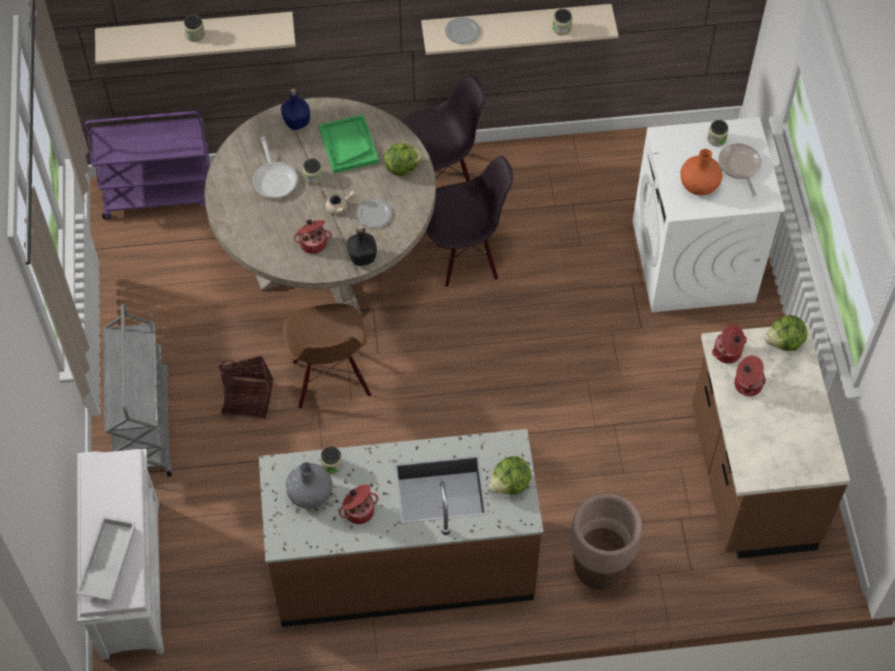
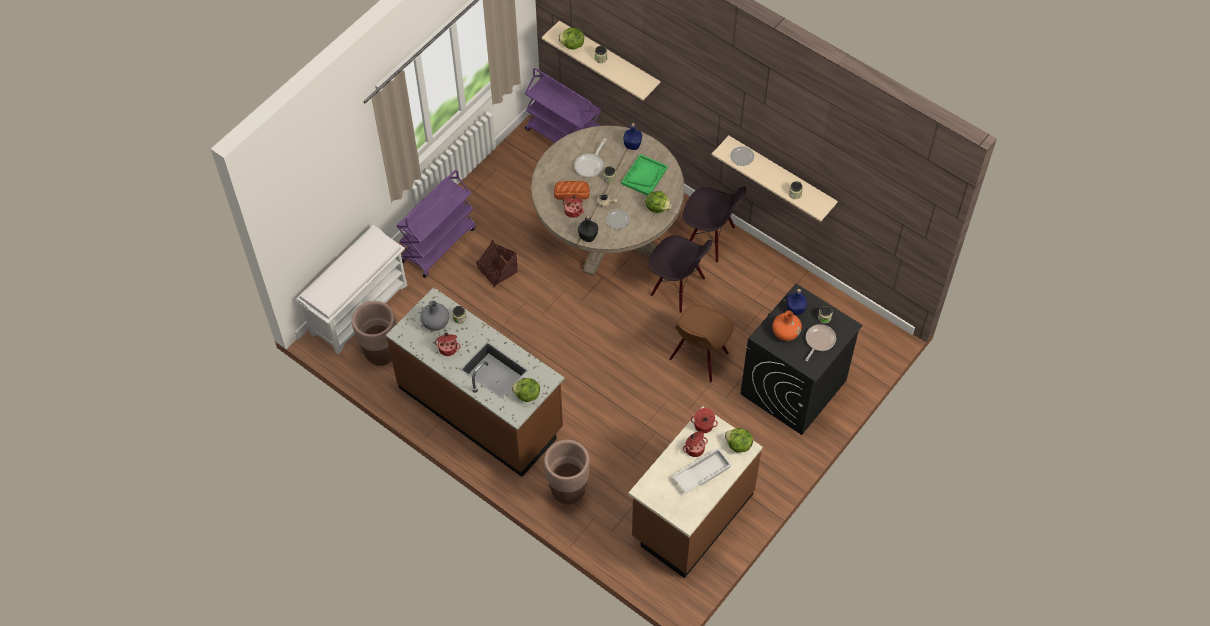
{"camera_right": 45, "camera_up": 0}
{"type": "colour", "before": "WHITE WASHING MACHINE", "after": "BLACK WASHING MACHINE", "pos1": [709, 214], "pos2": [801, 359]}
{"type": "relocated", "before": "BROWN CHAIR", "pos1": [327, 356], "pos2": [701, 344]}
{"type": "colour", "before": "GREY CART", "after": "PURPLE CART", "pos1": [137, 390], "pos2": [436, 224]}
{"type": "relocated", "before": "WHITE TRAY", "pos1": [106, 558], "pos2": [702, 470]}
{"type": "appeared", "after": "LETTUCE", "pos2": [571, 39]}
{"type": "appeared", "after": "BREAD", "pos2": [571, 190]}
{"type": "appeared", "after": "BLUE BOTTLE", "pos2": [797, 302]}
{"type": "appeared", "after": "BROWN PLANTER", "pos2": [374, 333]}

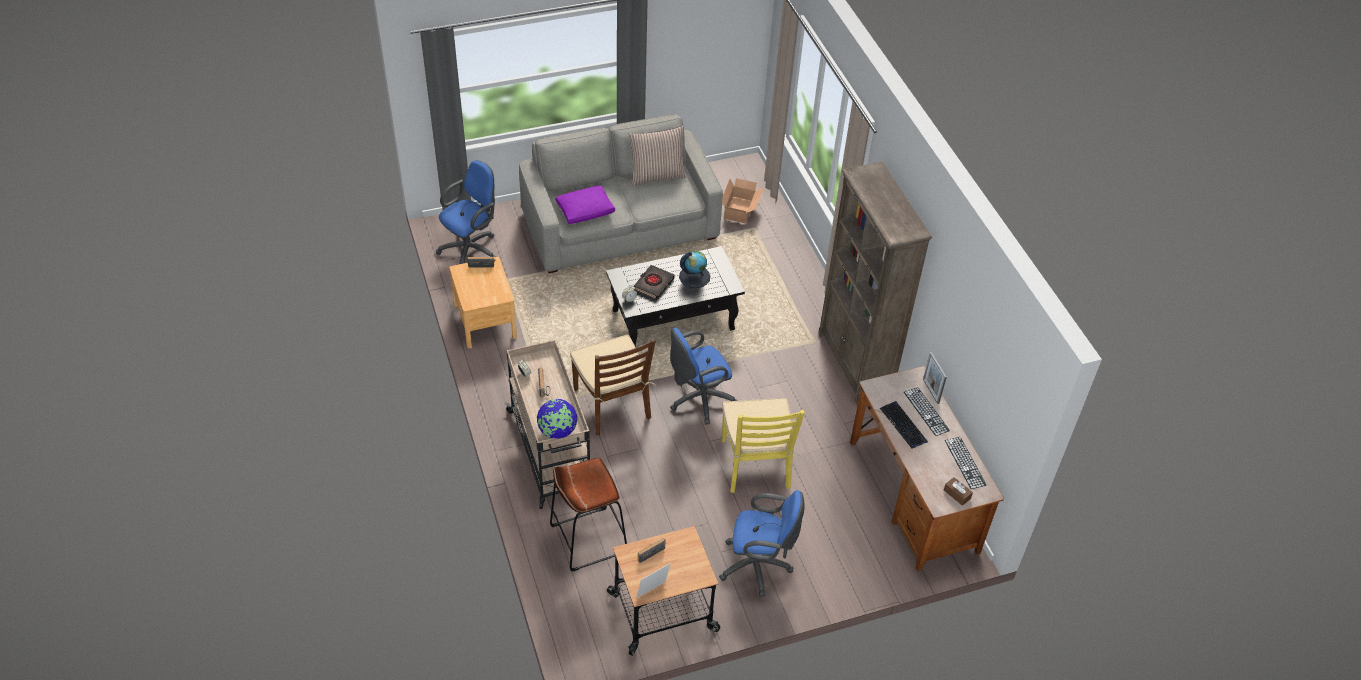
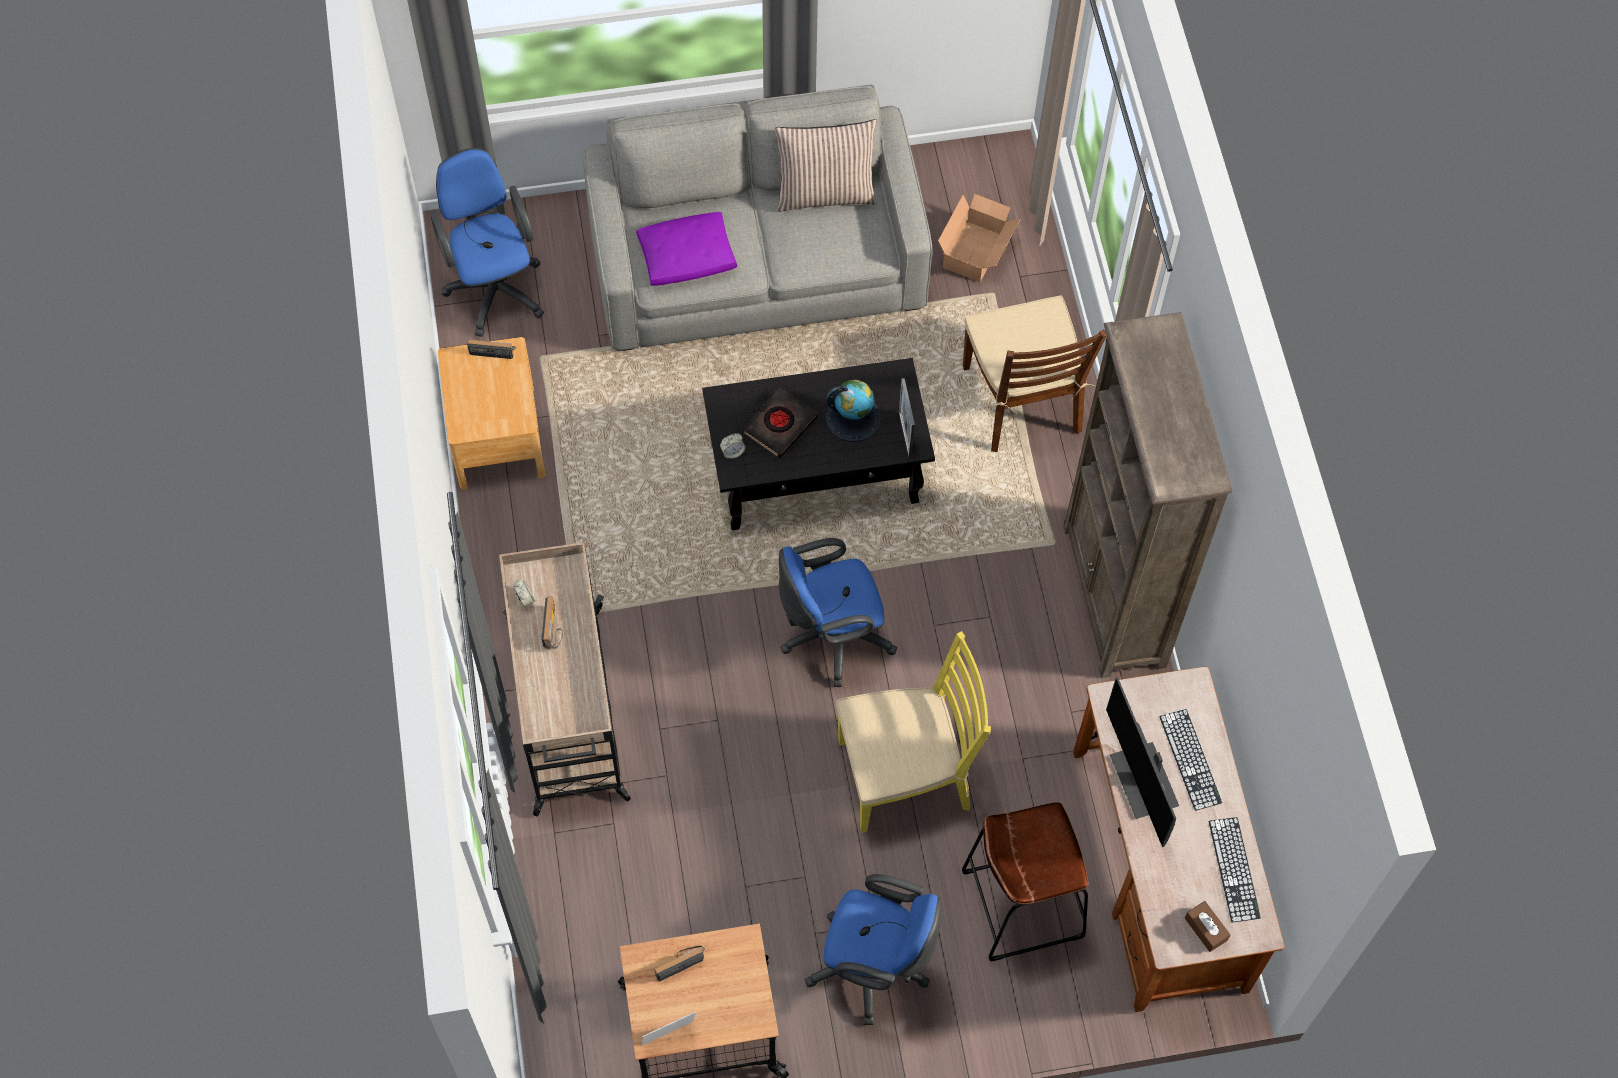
{"camera_right": 10, "camera_up": 15}
{"type": "spun", "before": "BLUE OFFICE CHAIR", "pos1": [466, 212], "pos2": [487, 242], "turn": -75}
{"type": "relocated", "before": "BROWN CHAIR", "pos1": [613, 385], "pos2": [1035, 373]}
{"type": "relocated", "before": "PICTURE FRAME", "pos1": [935, 378], "pos2": [907, 418]}
{"type": "spun", "before": "YELLOW CHAIR", "pos1": [763, 445], "pos2": [913, 732], "turn": -105}
{"type": "missing", "before": "GLOBE", "pos1": [557, 419]}
{"type": "exchanged", "before": "KEYBOARD", "after": "MONITOR", "pos1": [904, 425], "pos2": [1142, 762]}
{"type": "relocated", "before": "BROWN STOOL", "pos1": [588, 514], "pos2": [1025, 882]}

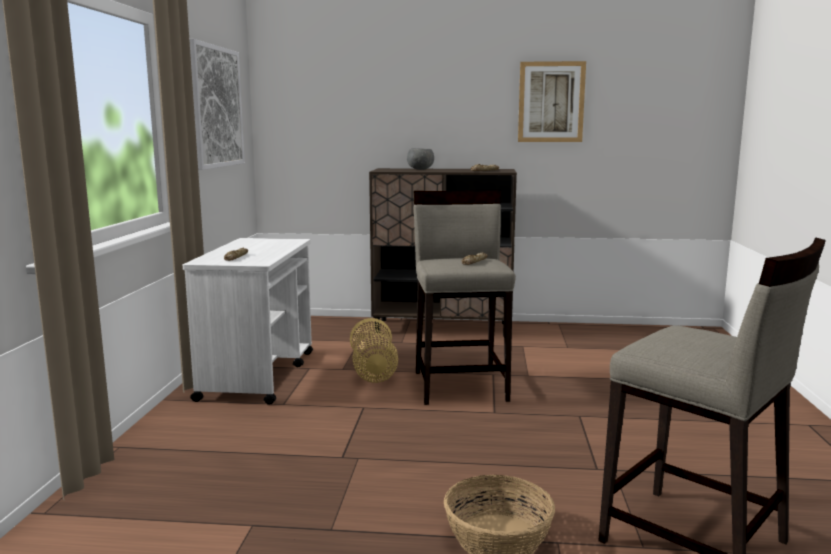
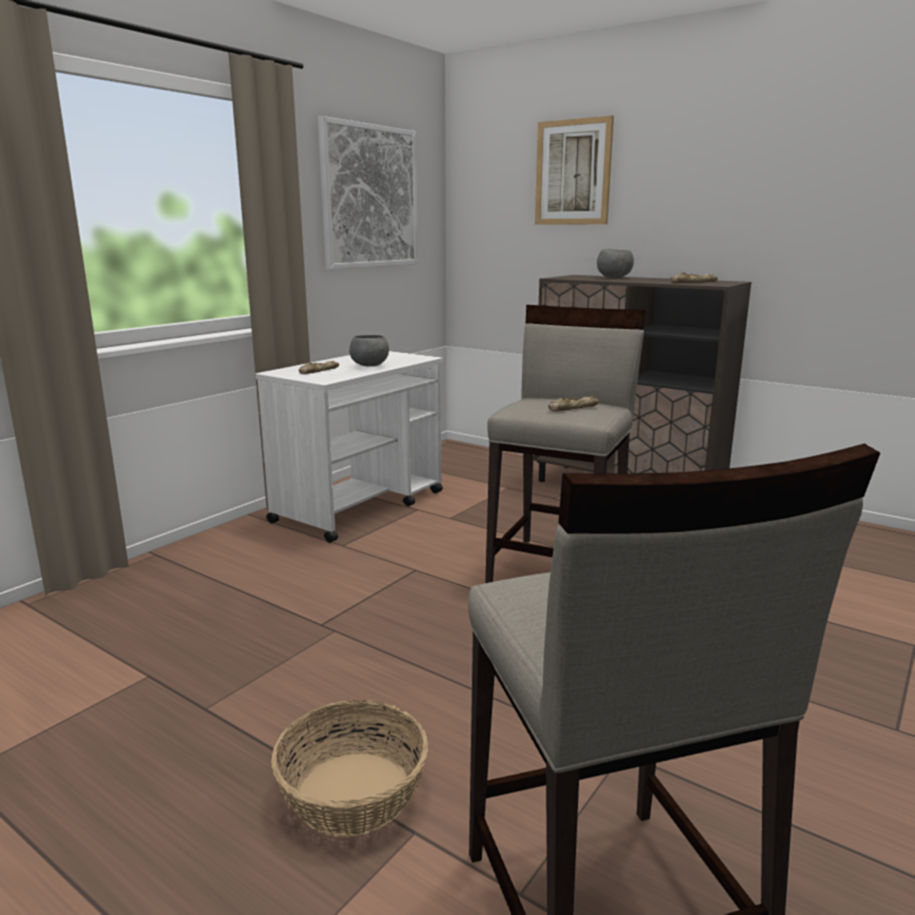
{"camera_right": 30, "camera_up": 5}
{"type": "relocated", "before": "PICTURE", "pos1": [552, 101], "pos2": [574, 170]}
{"type": "missing", "before": "BASKET", "pos1": [374, 350]}
{"type": "appeared", "after": "GREY BOWL", "pos2": [369, 351]}

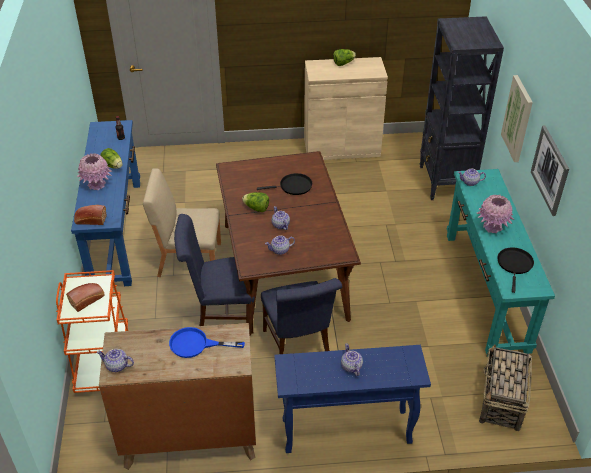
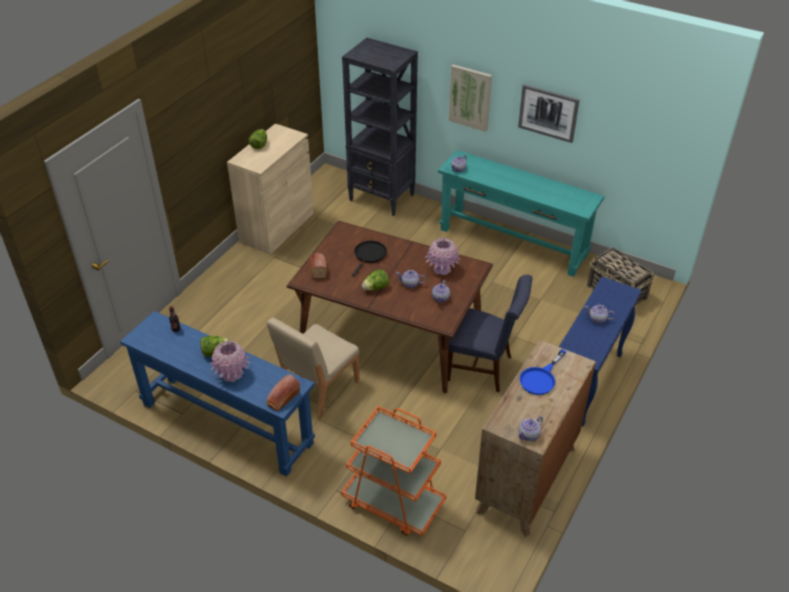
{"camera_right": -55, "camera_up": 0}
{"type": "relocated", "before": "PINK VASE", "pos1": [495, 214], "pos2": [443, 256]}
{"type": "missing", "before": "BLUE CHAIR", "pos1": [214, 274]}
{"type": "missing", "before": "BLACK FRYING PAN", "pos1": [515, 270]}
{"type": "relocated", "before": "BREAD", "pos1": [85, 297], "pos2": [318, 266]}

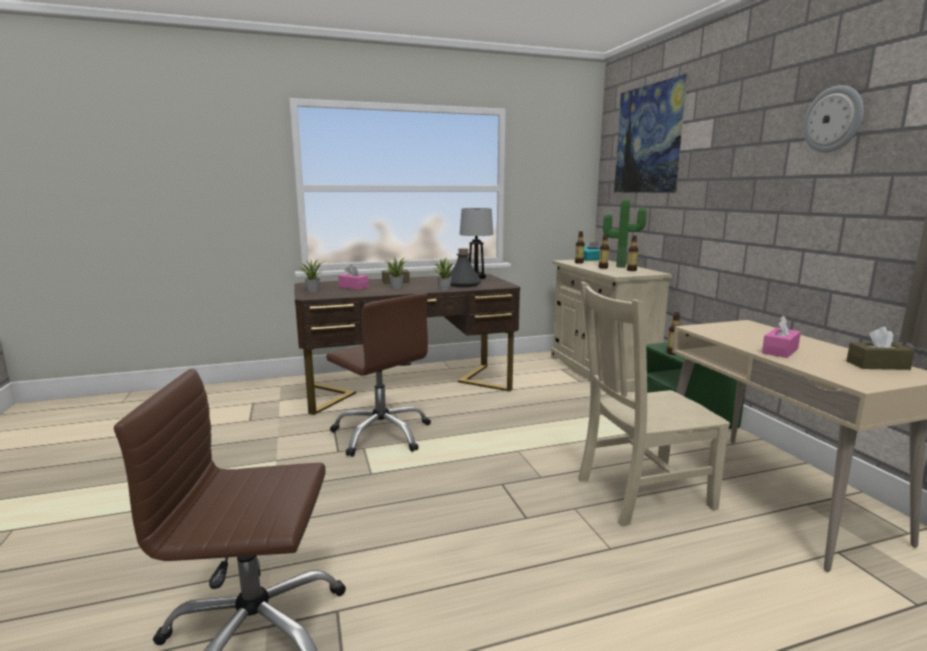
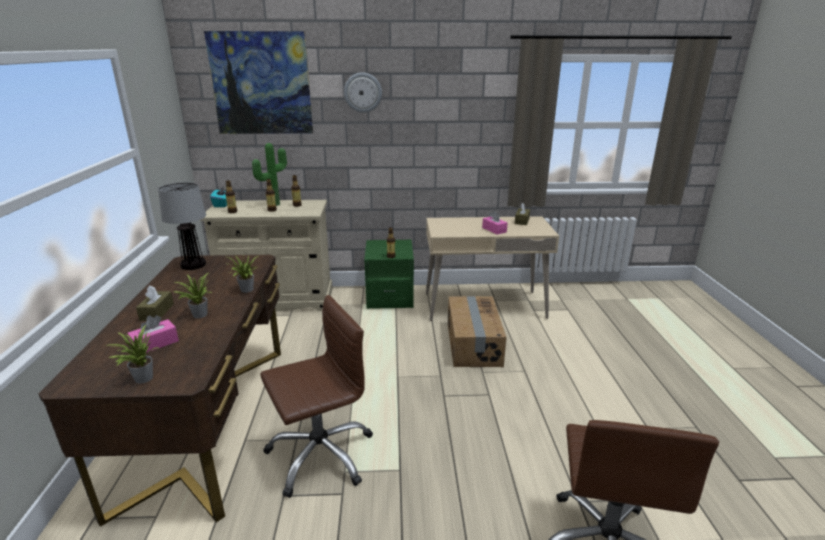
{"camera_right": -75, "camera_up": 10}
{"type": "relocated", "before": "WALL CLOCK", "pos1": [833, 119], "pos2": [363, 92]}
{"type": "missing", "before": "GREY BOTTLE", "pos1": [465, 267]}
{"type": "exchanged", "before": "BEIGE CHAIR", "after": "CARDBOARD BOX", "pos1": [654, 404], "pos2": [477, 331]}

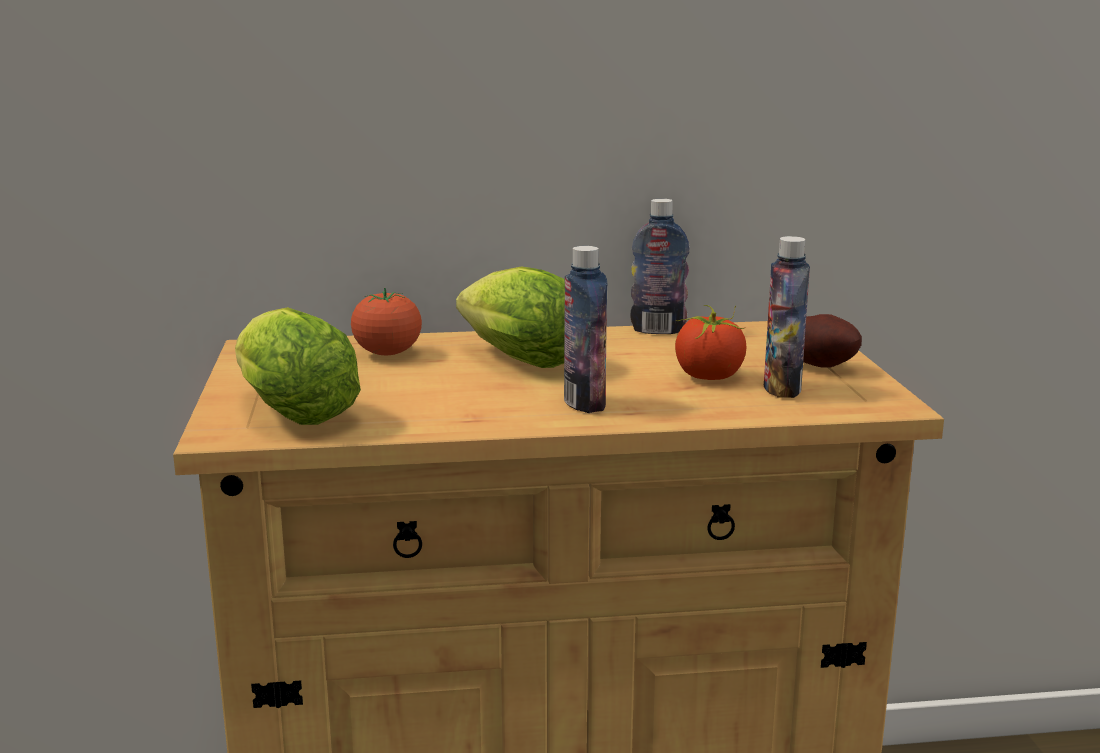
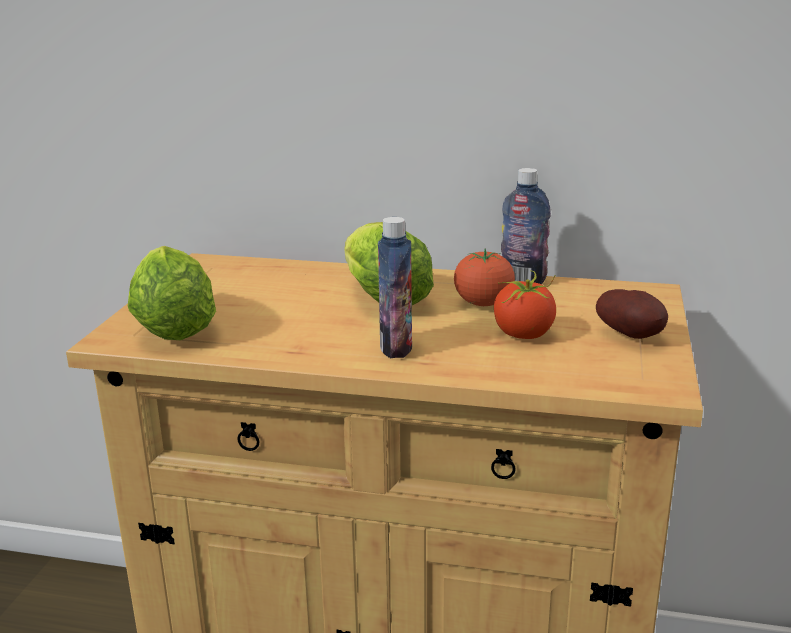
{"camera_right": 20, "camera_up": 5}
{"type": "missing", "before": "BOTTLE", "pos1": [787, 317]}
{"type": "relocated", "before": "TOMATO", "pos1": [386, 321], "pos2": [484, 277]}

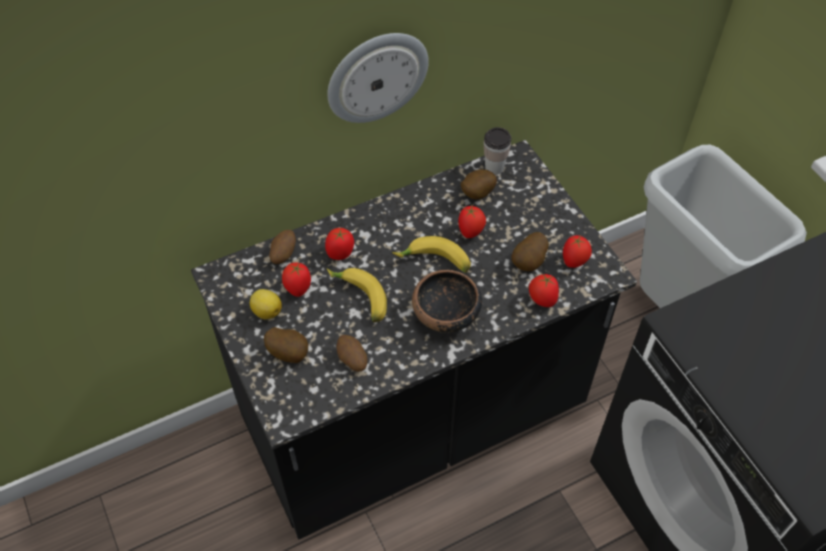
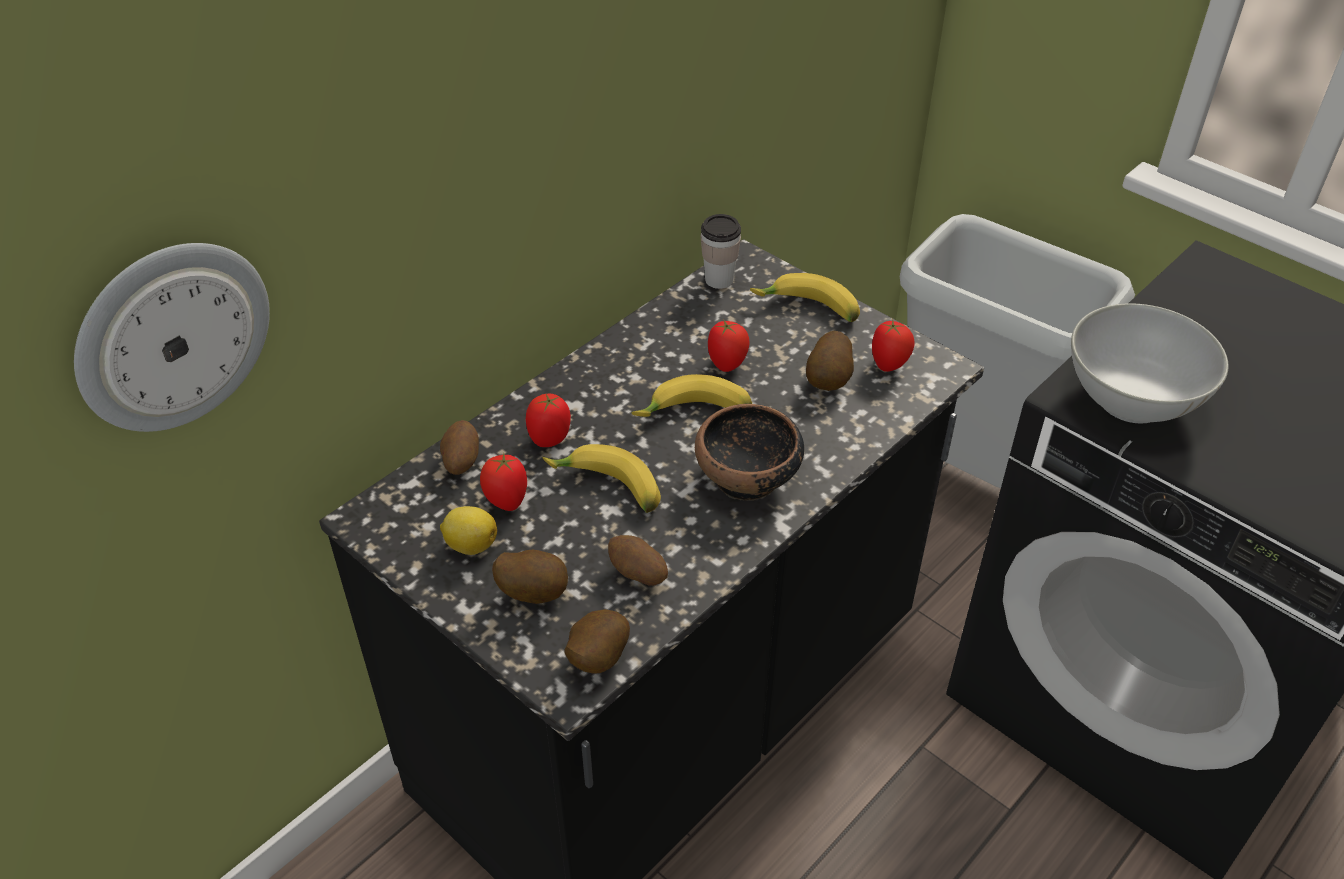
{"camera_right": -20, "camera_up": -10}
{"type": "relocated", "before": "WALL CLOCK", "pos1": [378, 78], "pos2": [172, 337]}
{"type": "relocated", "before": "POTATO", "pos1": [479, 184], "pos2": [597, 641]}
{"type": "missing", "before": "TOMATO", "pos1": [544, 290]}
{"type": "appeared", "after": "BANANA", "pos2": [805, 297]}
{"type": "appeared", "after": "WHITE BOWL", "pos2": [1150, 363]}

